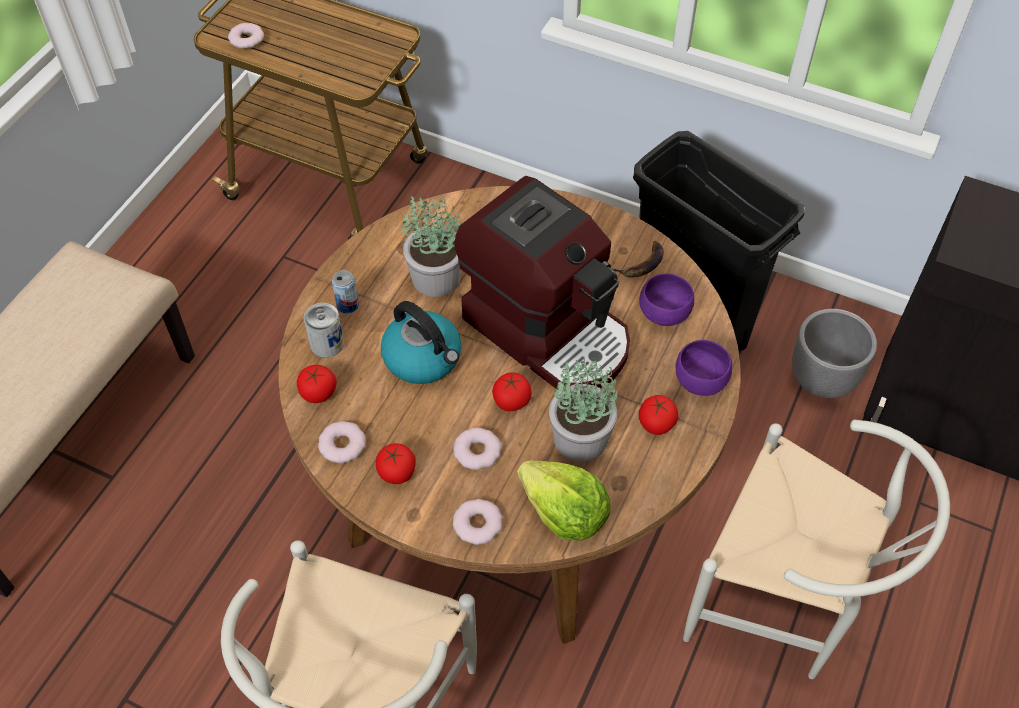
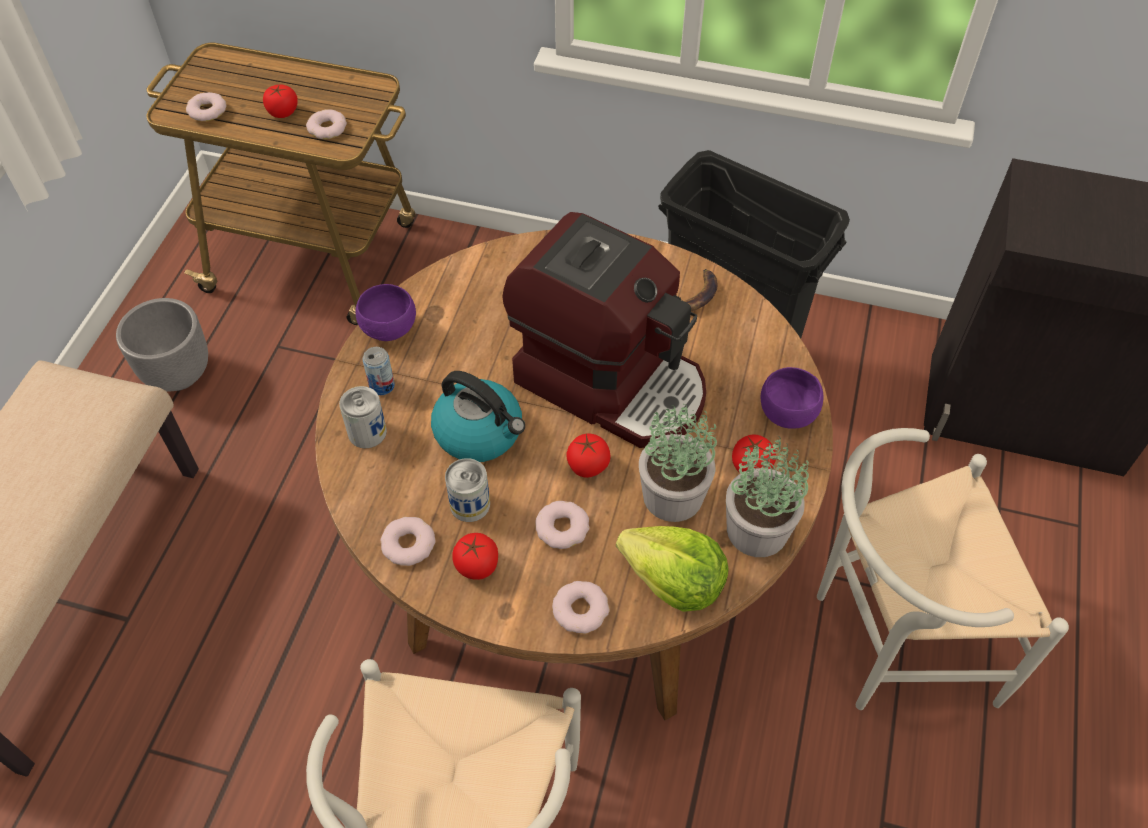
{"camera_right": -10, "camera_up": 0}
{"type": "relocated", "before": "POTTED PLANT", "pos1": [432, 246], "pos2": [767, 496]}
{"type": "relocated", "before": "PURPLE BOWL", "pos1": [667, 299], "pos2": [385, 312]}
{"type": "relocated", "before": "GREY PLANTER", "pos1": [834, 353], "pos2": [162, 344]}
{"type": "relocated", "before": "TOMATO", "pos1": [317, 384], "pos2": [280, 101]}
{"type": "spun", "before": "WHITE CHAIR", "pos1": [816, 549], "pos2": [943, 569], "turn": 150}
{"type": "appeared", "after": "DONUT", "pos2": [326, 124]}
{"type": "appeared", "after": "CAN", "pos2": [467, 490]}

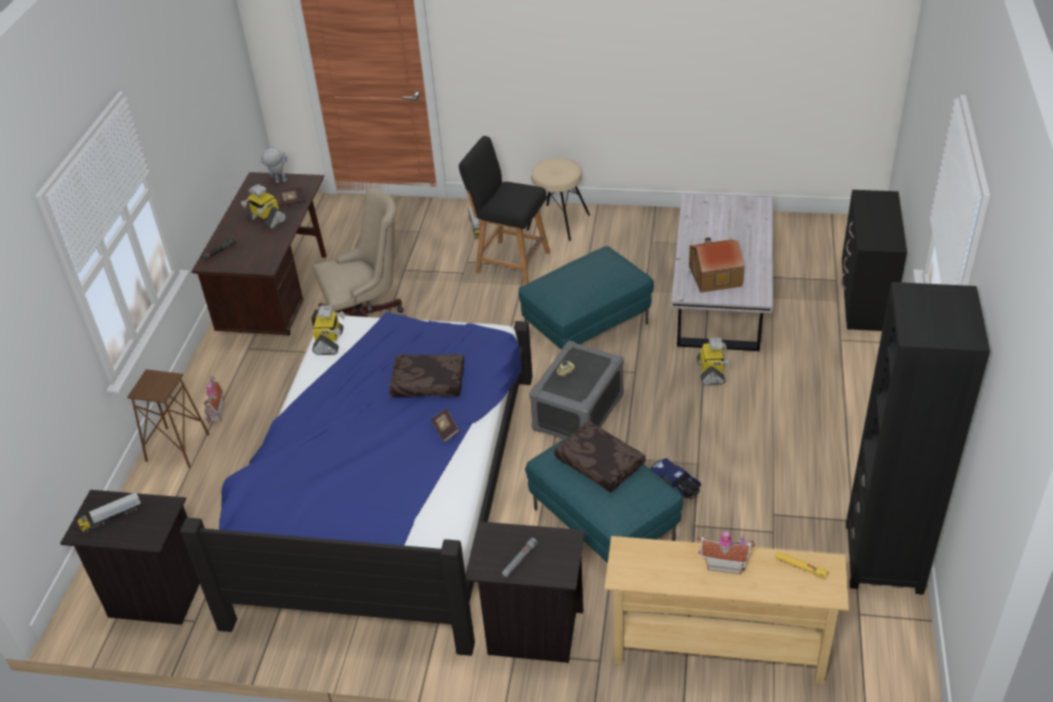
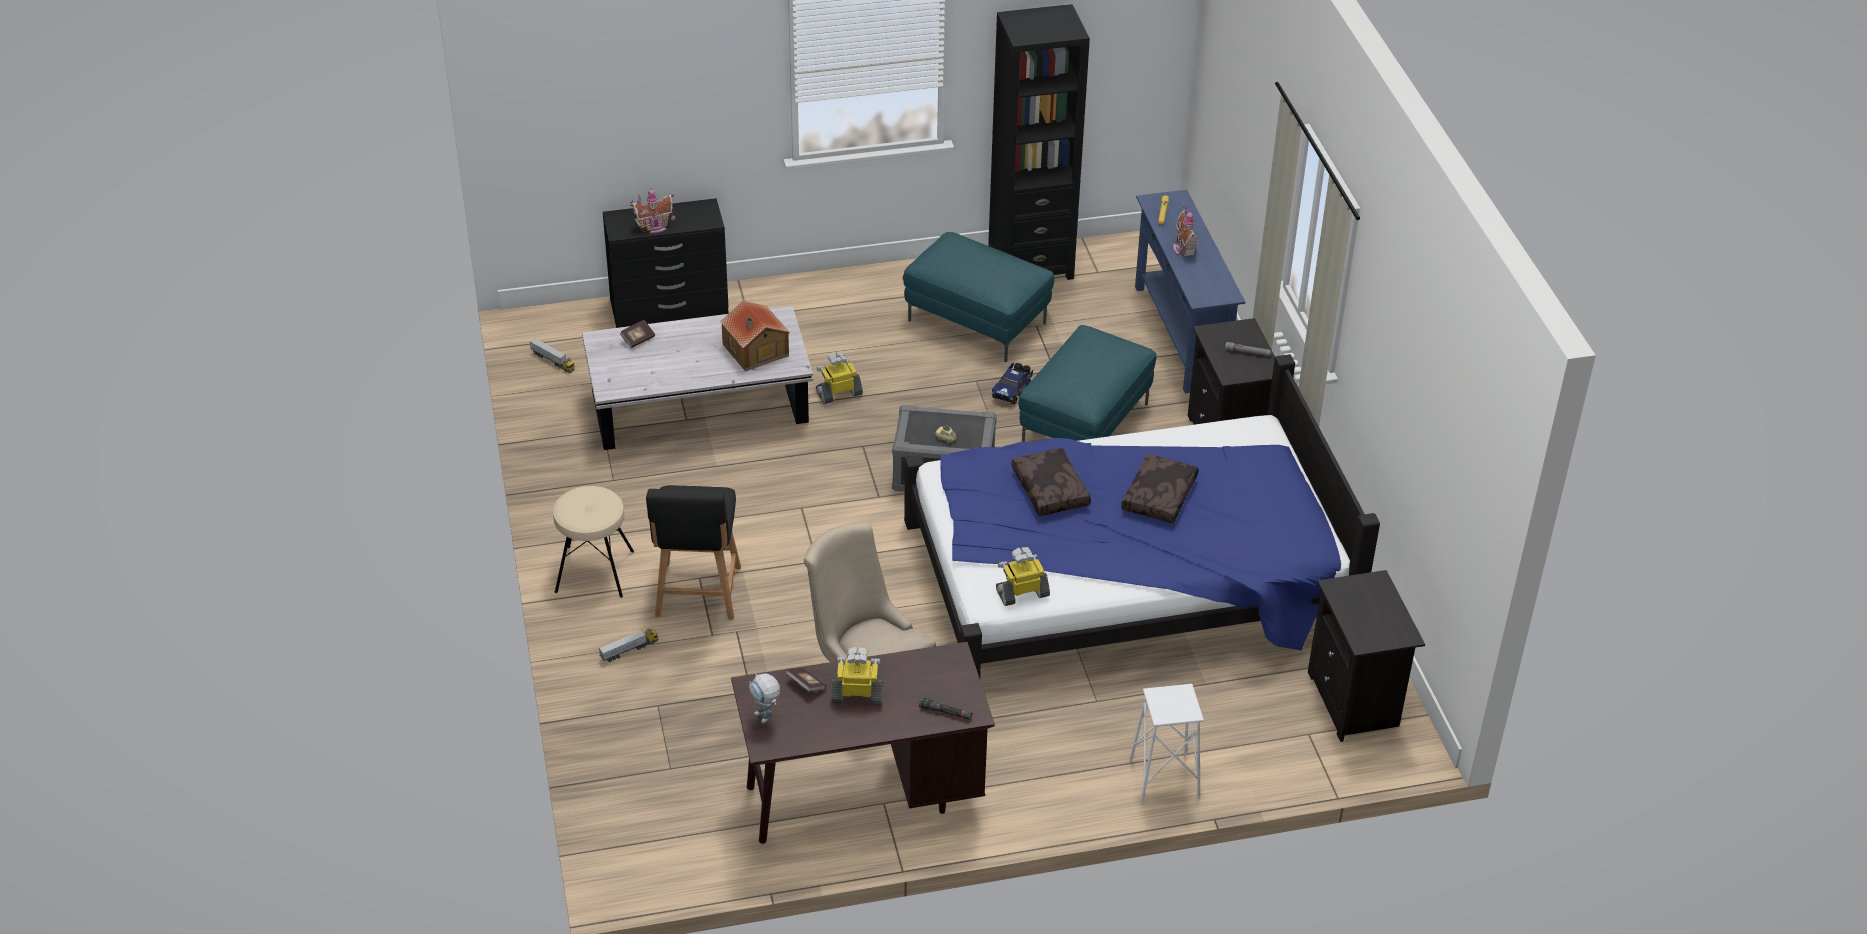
{"camera_right": -115, "camera_up": 0}
{"type": "spun", "before": "TOY ROBOT", "pos1": [263, 206], "pos2": [857, 676], "turn": -105}
{"type": "relocated", "before": "TURQUOISE OTTOMAN", "pos1": [586, 298], "pos2": [978, 297]}
{"type": "colour", "before": "BROWN STOOL", "after": "WHITE STOOL", "pos1": [168, 418], "pos2": [1166, 744]}
{"type": "relocated", "before": "TOY HOUSE", "pos1": [214, 399], "pos2": [653, 211]}
{"type": "relocated", "before": "BOOK", "pos1": [445, 425], "pos2": [637, 334]}
{"type": "relocated", "before": "BROWN PILLOW", "pos1": [599, 456], "pos2": [1160, 488]}
{"type": "relocated", "before": "TOY TRUCK", "pos1": [109, 512], "pos2": [552, 355]}
{"type": "colour", "before": "BEIGE CONSOLE TABLE", "after": "BLUE CONSOLE TABLE", "pos1": [727, 610], "pos2": [1190, 291]}

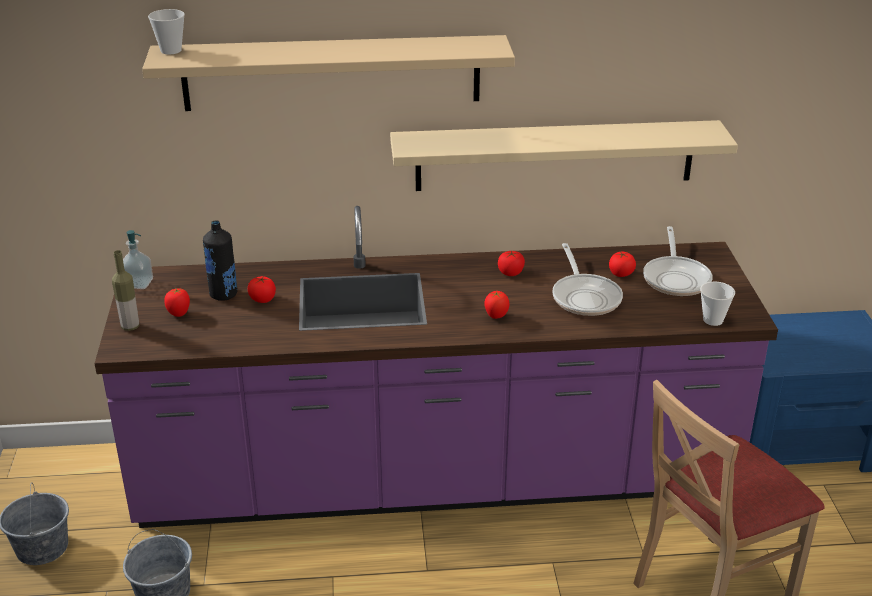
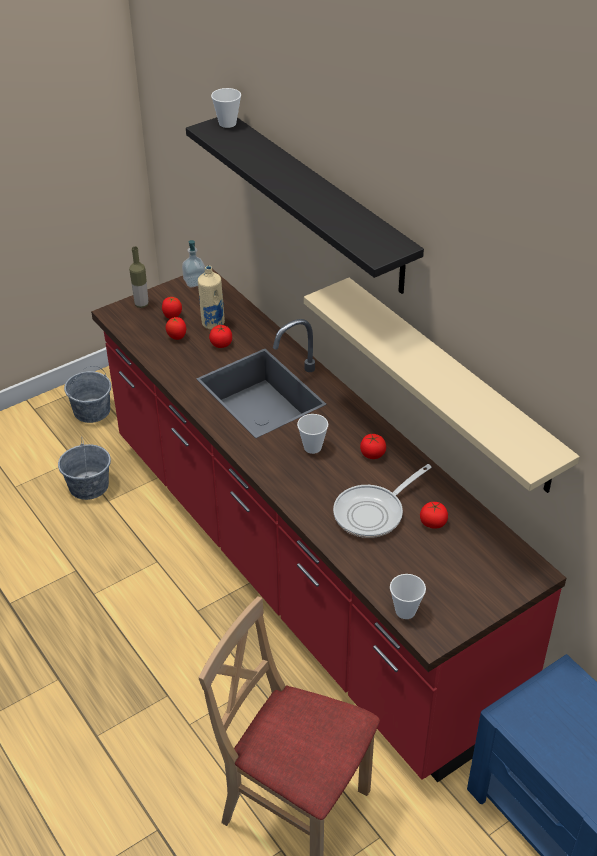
{"camera_right": 60, "camera_up": 10}
{"type": "colour", "before": "BEIGE SHELF", "after": "BLACK SHELF", "pos1": [328, 73], "pos2": [305, 205]}
{"type": "colour", "before": "PURPLE COUNTER", "after": "RED COUNTER", "pos1": [436, 367], "pos2": [328, 523]}
{"type": "colour", "before": "BLACK BOTTLE", "after": "BEIGE BOTTLE", "pos1": [220, 260], "pos2": [211, 298]}
{"type": "missing", "before": "FRYING PAN", "pos1": [678, 261]}
{"type": "relocated", "before": "TOMATO", "pos1": [496, 305], "pos2": [176, 328]}
{"type": "appeared", "after": "CUP", "pos2": [312, 434]}

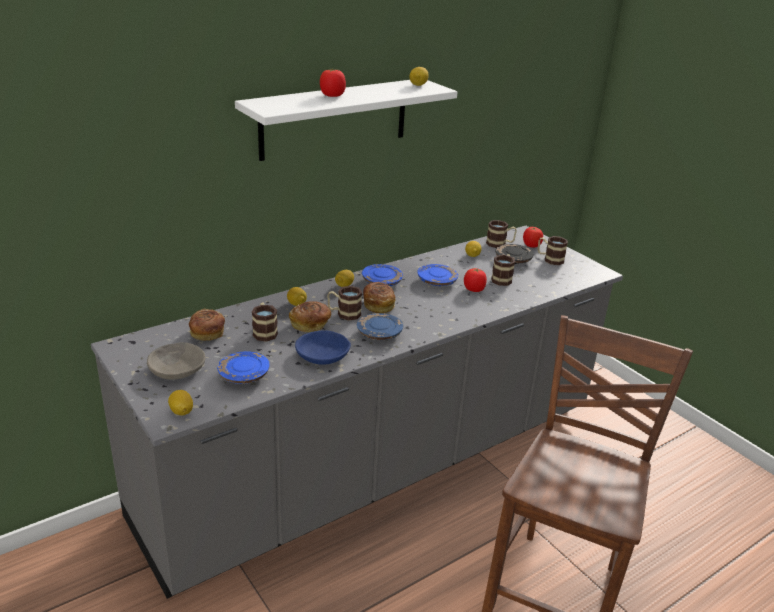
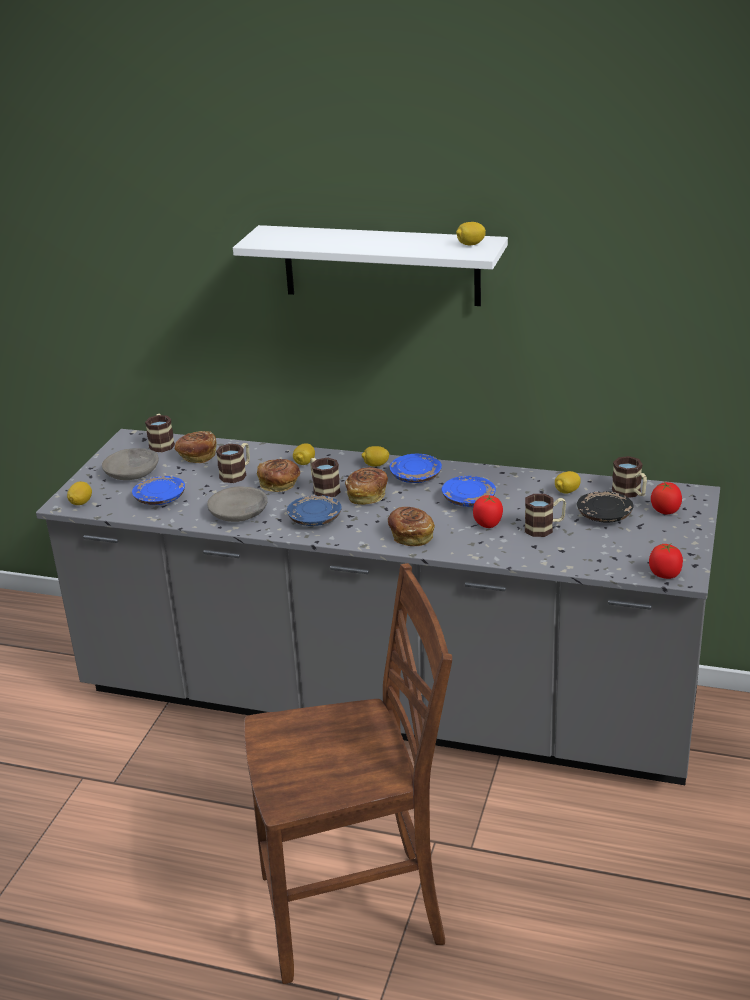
{"camera_right": 55, "camera_up": 0}
{"type": "relocated", "before": "TOMATO", "pos1": [333, 83], "pos2": [666, 561]}
{"type": "relocated", "before": "MUG", "pos1": [553, 250], "pos2": [160, 433]}
{"type": "colour", "before": "BLUE BOWL", "after": "GREY BOWL", "pos1": [323, 347], "pos2": [237, 504]}
{"type": "appeared", "after": "BREAD", "pos2": [411, 526]}

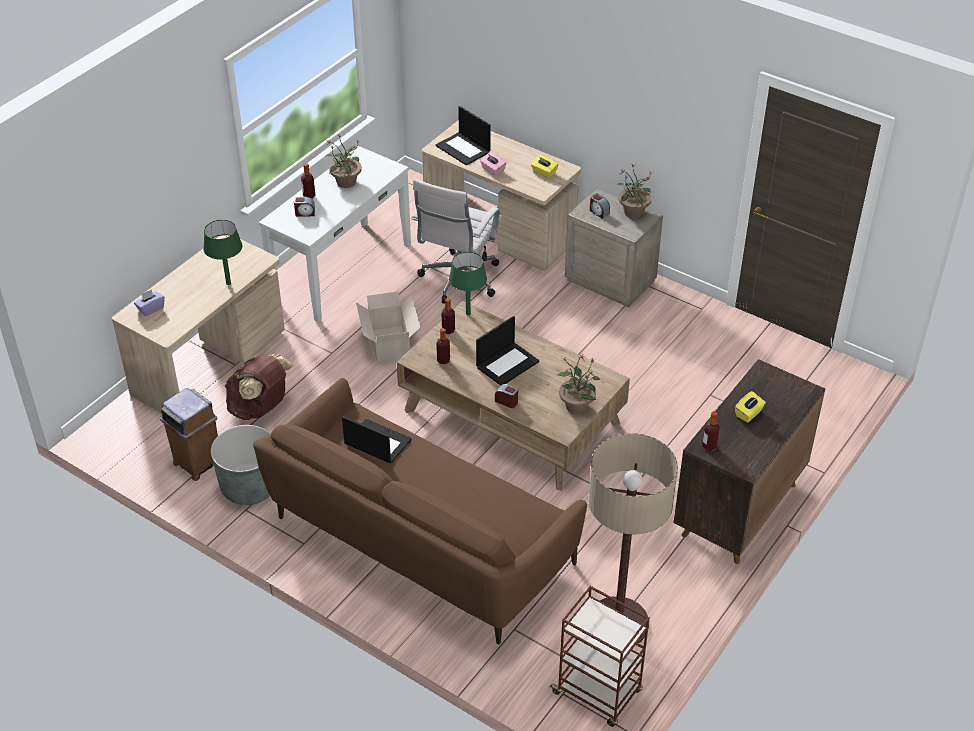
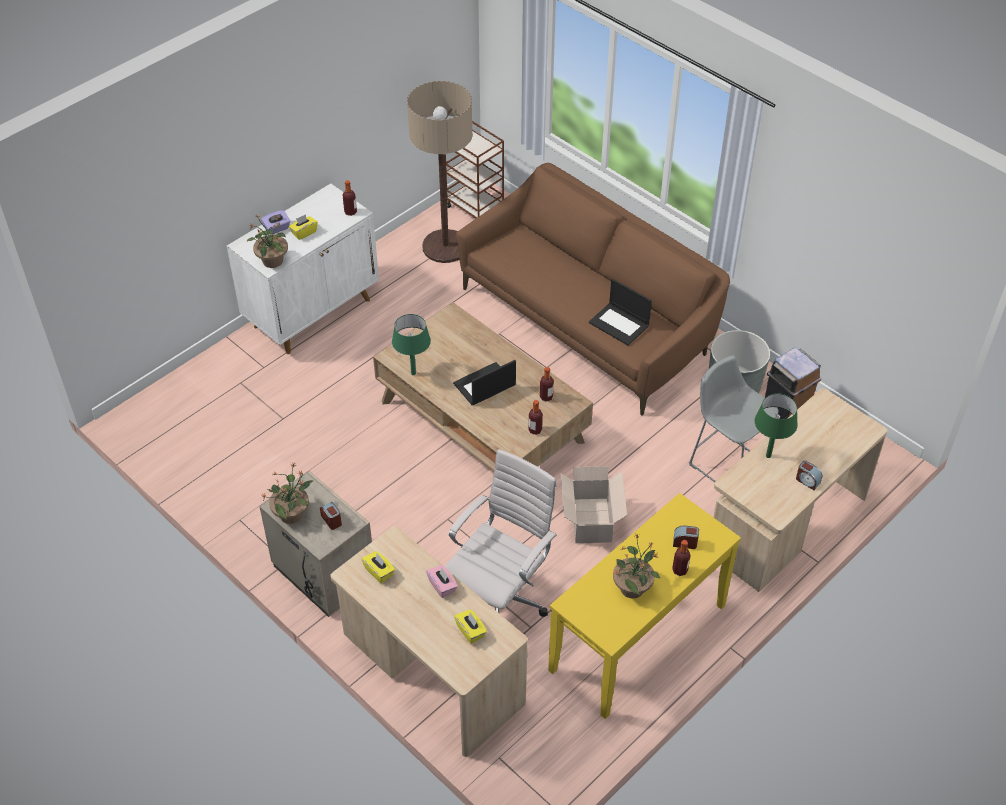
{"camera_right": -170, "camera_up": 5}
{"type": "exchanged", "before": "LAPTOP", "after": "YELLOW TISSUE BOX", "pos1": [463, 135], "pos2": [470, 626]}
{"type": "colour", "before": "WHITE CONSOLE TABLE", "after": "YELLOW CONSOLE TABLE", "pos1": [335, 234], "pos2": [644, 606]}
{"type": "relocated", "before": "GREEN TABLE LAMP", "pos1": [468, 284], "pos2": [411, 344]}
{"type": "relocated", "before": "PURPLE TISSUE BOX", "pos1": [149, 302], "pos2": [275, 222]}
{"type": "exchanged", "before": "BROWN BACKPACK", "after": "GREY STOOL", "pos1": [259, 387], "pos2": [734, 418]}
{"type": "relocated", "before": "POTTED PLANT", "pos1": [578, 384], "pos2": [267, 241]}
{"type": "colour", "before": "BROWN CABINET", "after": "WHITE CABINET", "pos1": [749, 461], "pos2": [303, 269]}
{"type": "relocated", "before": "ALARM CLOCK", "pos1": [506, 396], "pos2": [809, 475]}

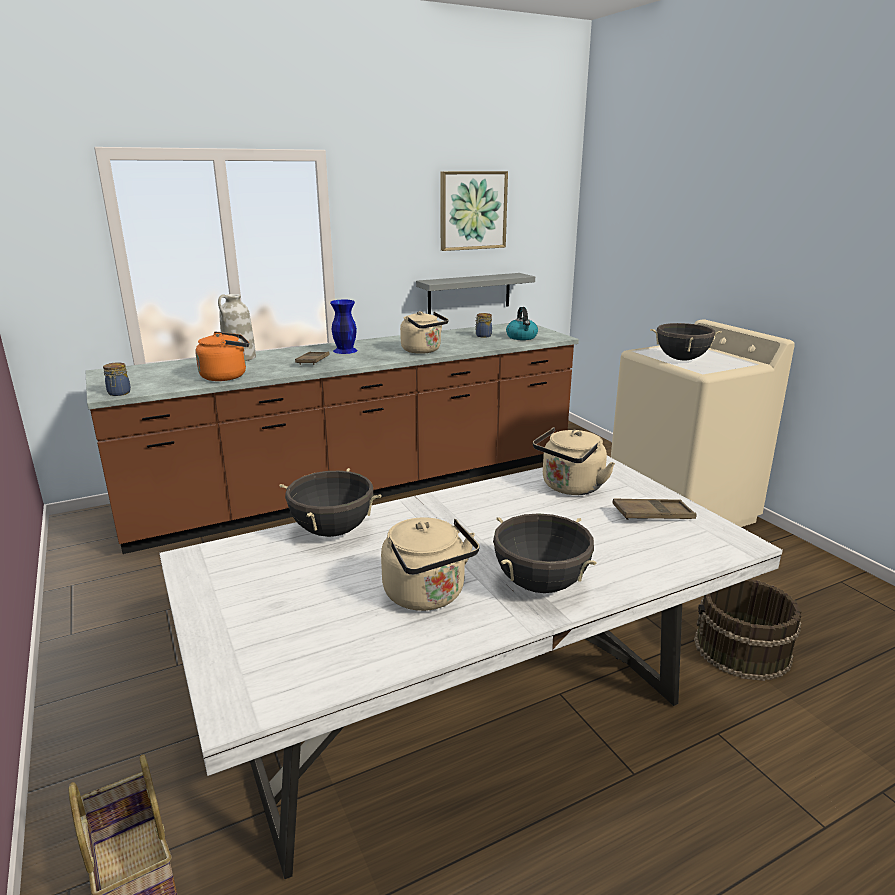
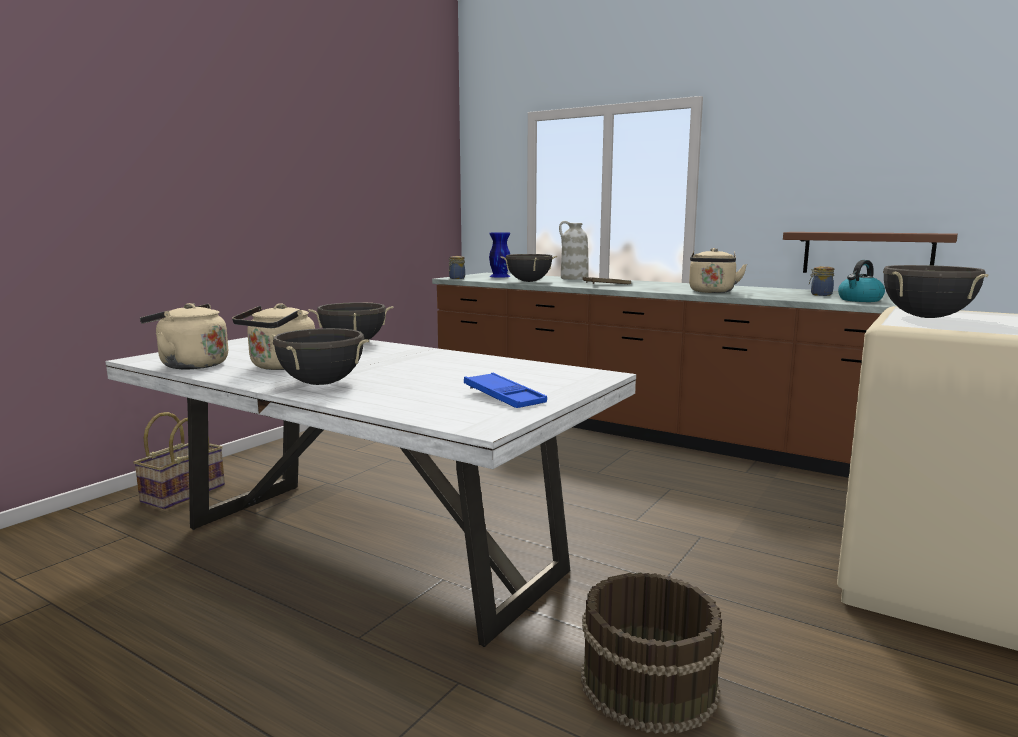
{"camera_right": 60, "camera_up": -10}
{"type": "missing", "before": "PICTURE", "pos1": [474, 211]}
{"type": "colour", "before": "GREY SHELF", "after": "BROWN SHELF", "pos1": [475, 293], "pos2": [870, 252]}
{"type": "relocated", "before": "BLUE VASE", "pos1": [344, 327], "pos2": [500, 254]}
{"type": "exchanged", "before": "ORANGE KETTLE", "after": "BLACK COOKING POT", "pos1": [222, 356], "pos2": [529, 268]}
{"type": "relocated", "before": "BEIGE KETTLE", "pos1": [574, 461], "pos2": [184, 336]}
{"type": "colour", "before": "BROWN TRAY", "after": "BLUE TRAY", "pos1": [654, 509], "pos2": [505, 390]}

